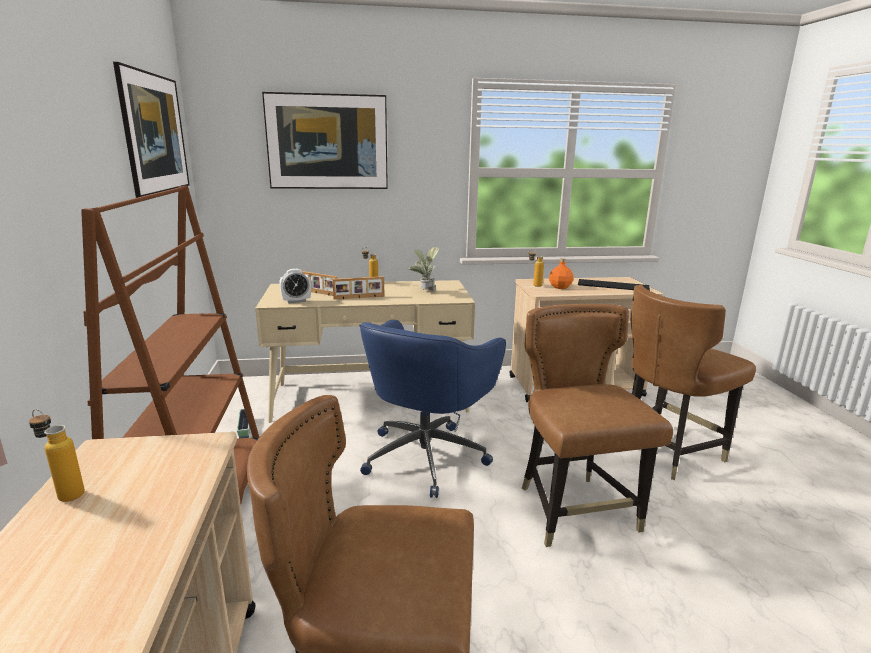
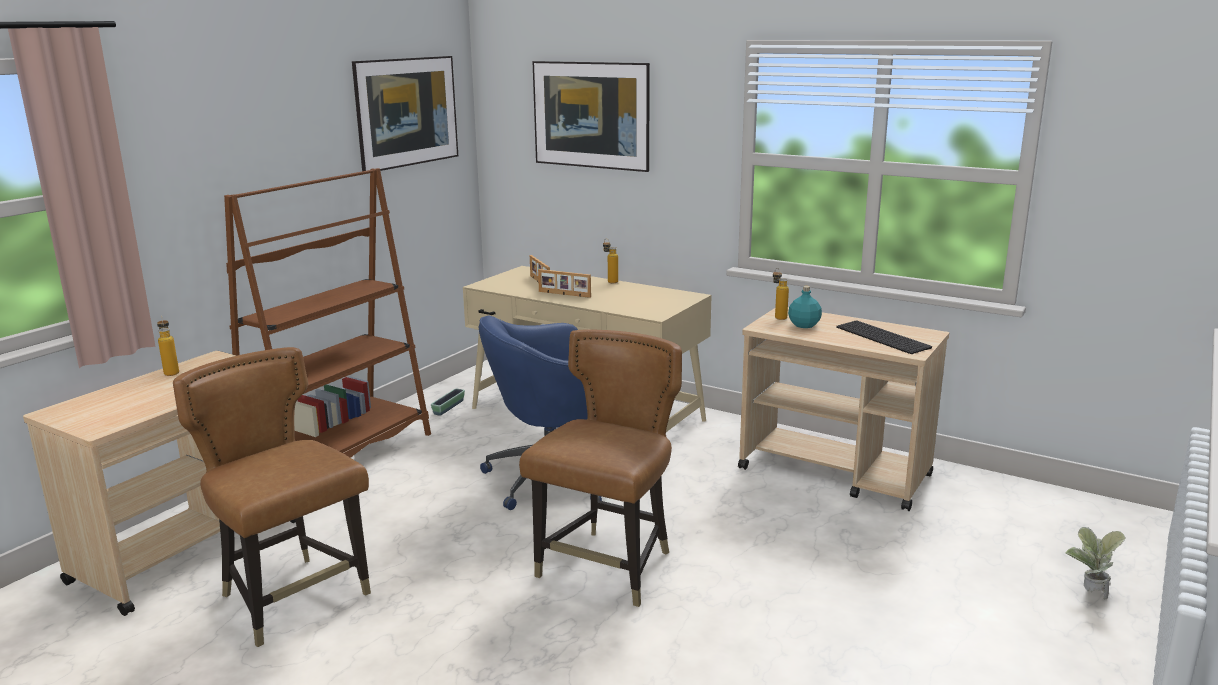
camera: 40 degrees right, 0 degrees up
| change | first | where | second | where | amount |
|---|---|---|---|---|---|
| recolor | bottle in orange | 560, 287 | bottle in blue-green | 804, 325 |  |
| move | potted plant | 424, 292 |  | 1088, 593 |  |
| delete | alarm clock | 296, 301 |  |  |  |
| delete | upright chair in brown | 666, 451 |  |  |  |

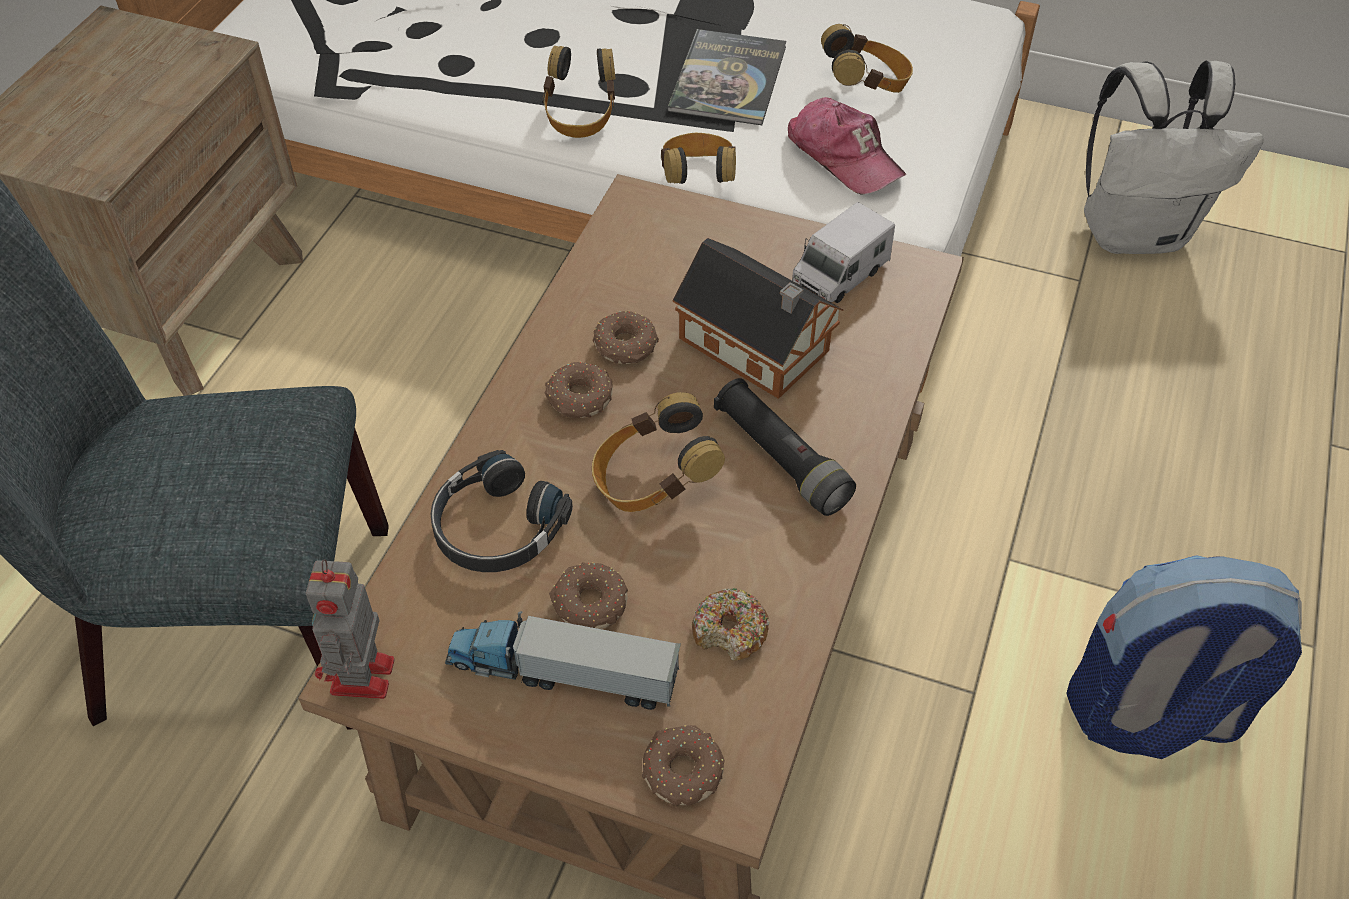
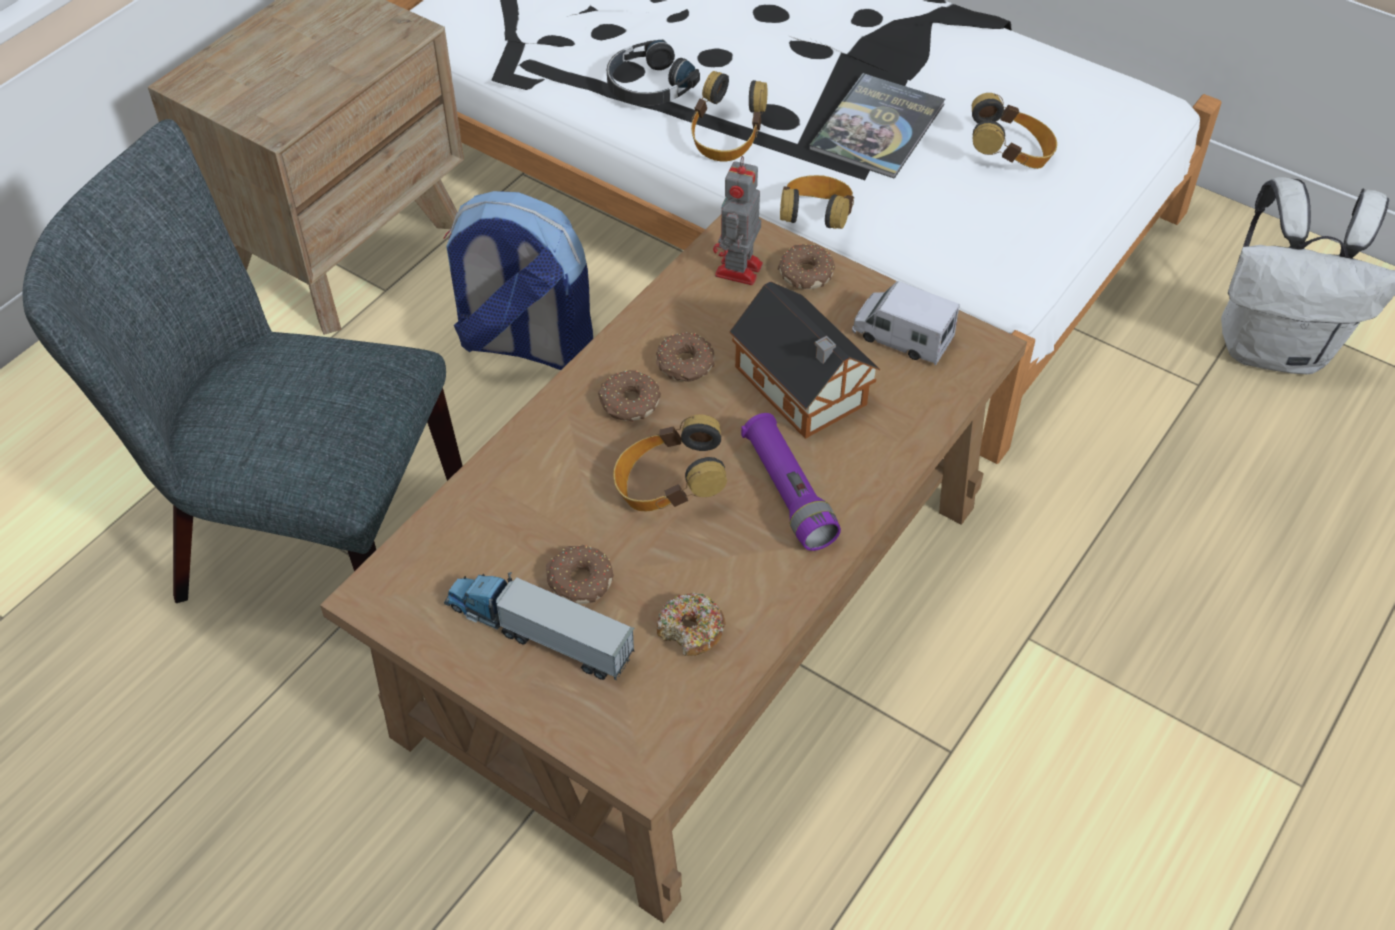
camera: 15 degrees right, 0 degrees up
| change | first | where | second | where | amount |
|---|---|---|---|---|---|
| move | rucksack | 1151, 713 |  | 524, 343 |  |
| move | headphones in black | 496, 527 |  | 648, 86 |  |
| move | robot figure | 361, 679 |  | 738, 271 |  |
| recolor | hand torch in black | 781, 459 | hand torch in purple-coloured | 788, 493 |  |
| move | ring doughnut | 682, 770 |  | 805, 273 |  |
| rotate | toy truck | 839, 275 |  | 902, 337 | 60 degrees clockwise |
| delete | cap | 843, 156 |  |  |  |

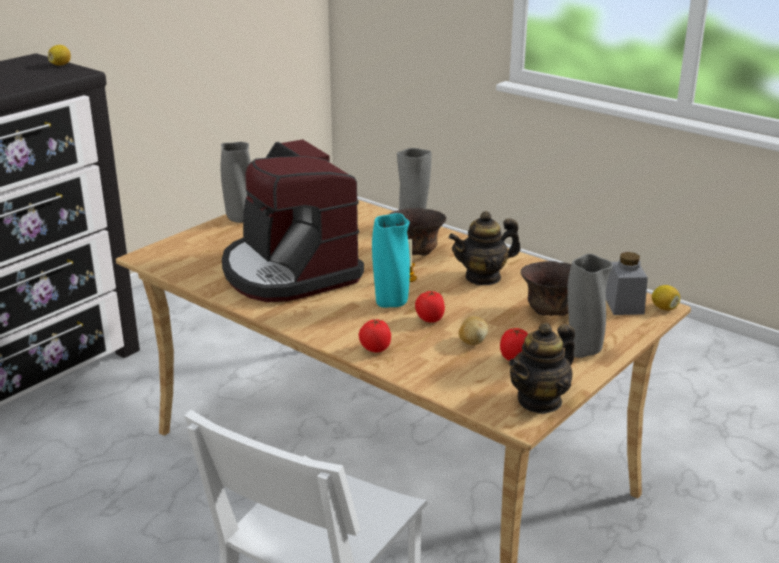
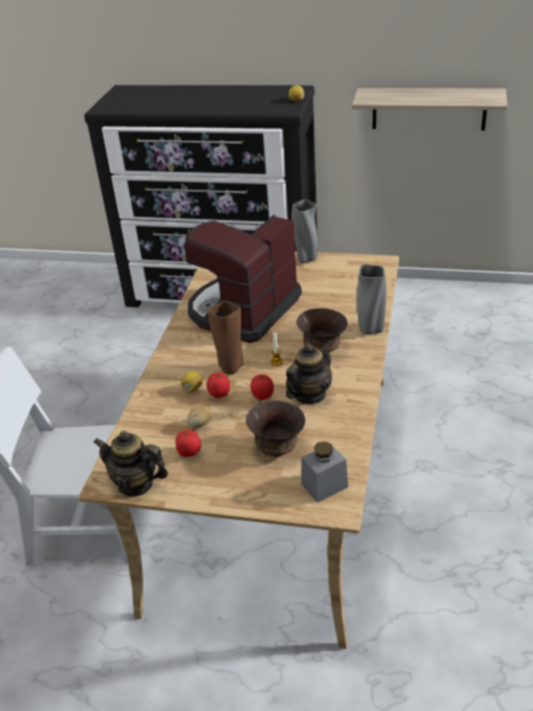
camera: 65 degrees right, 10 degrees up
| change | first | where | second | where | amount |
|---|---|---|---|---|---|
| move | lemon | 664, 308 |  | 192, 389 |  |
| recolor | decorative vase in blue-green | 391, 303 | decorative vase in brown | 230, 368 |  |
| move | tomato | 375, 349 |  | 262, 396 |  |
| rotate | pot for tea | 483, 277 |  | 309, 395 | 90 degrees clockwise |
| insert |  |  | wall shelf | 429, 108 |  |
| delete | decorative vase in gray | 582, 352 |  |  |  |

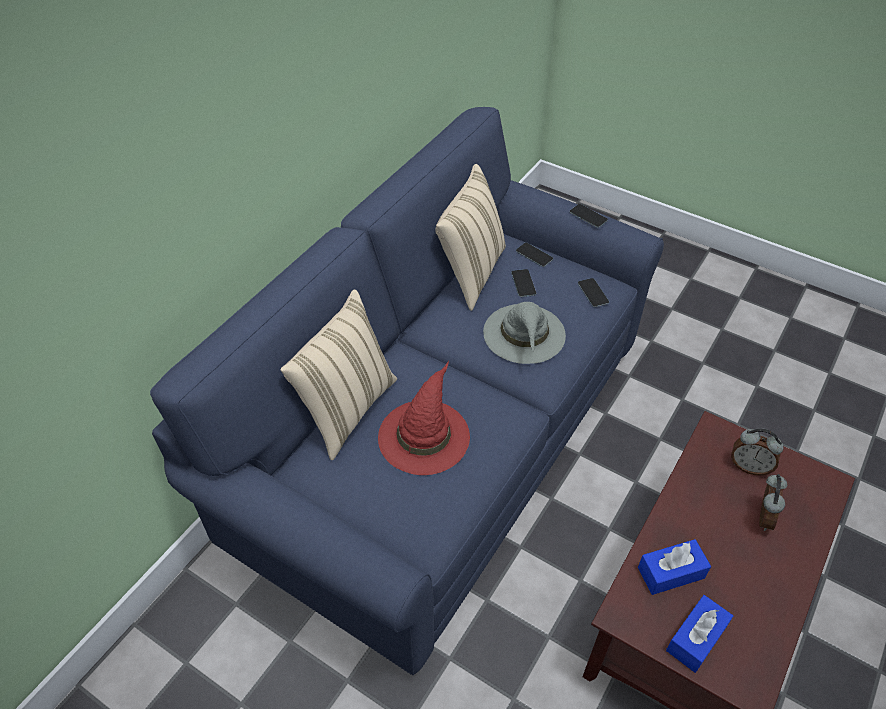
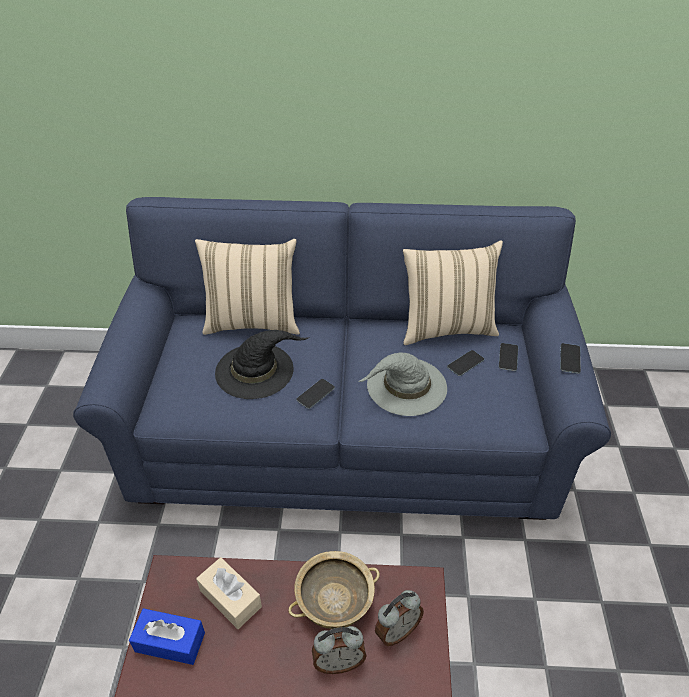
camera: 60 degrees right, 5 degrees down
| change | first | where | second | where | amount |
|---|---|---|---|---|---|
| recolor | tissue box in blue-coloured | 671, 572 | tissue box in beige | 230, 598 |  |
| recolor | hat in reddish | 424, 435 | hat in black | 255, 370 |  |
| insert |  |  | bowl in beige | 335, 601 |  |
| move | phone | 593, 293 |  | 315, 394 |  |
| rotate | alarm clock | 749, 466 |  | 396, 631 | 120 degrees counterclockwise |

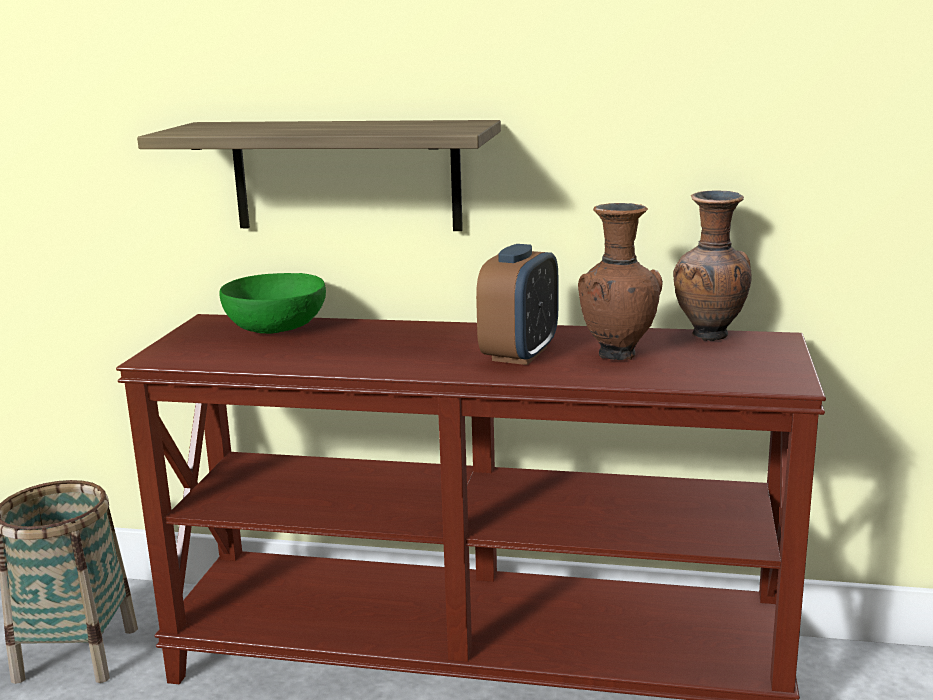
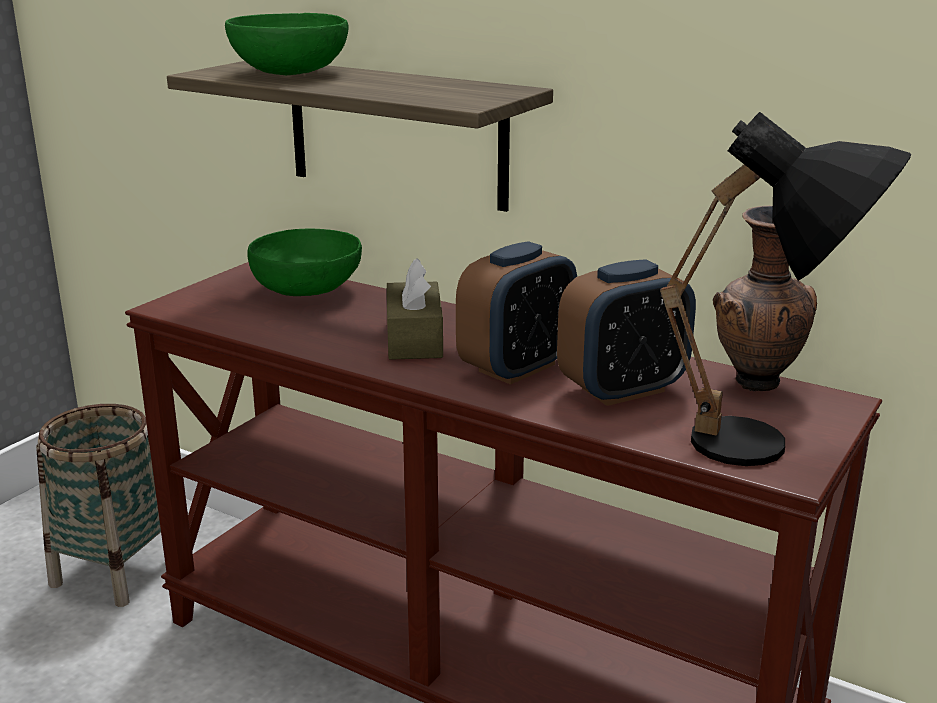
camera: 20 degrees right, 5 degrees up
| change | first | where | second | where | amount |
|---|---|---|---|---|---|
| insert |  |  | bowl in green | 289, 72 |  |
| insert |  |  | tissue box in brown | 414, 339 |  |
| replace | decorative vase in brown | 617, 355 | alarm clock | 623, 390 |  |
| insert |  |  | tabletop lamp in black | 771, 453 |  |

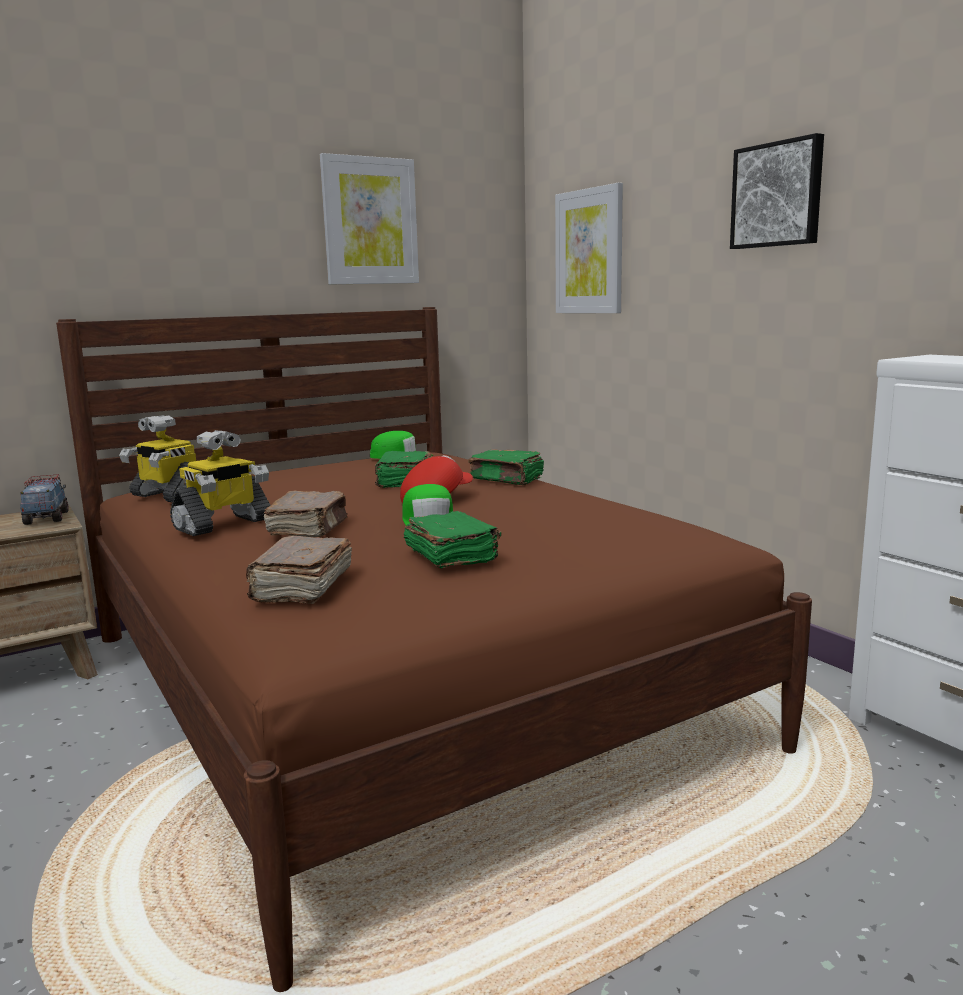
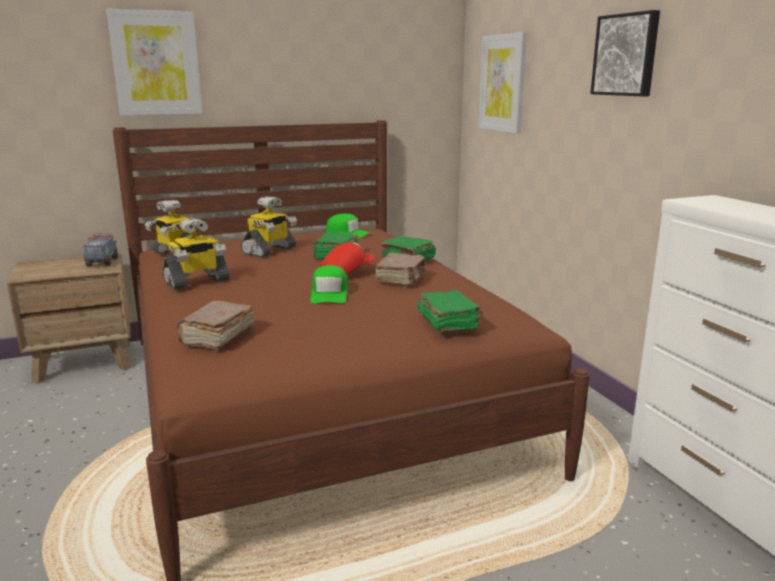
camera: 10 degrees right, 5 degrees up
| change | first | where | second | where | amount |
|---|---|---|---|---|---|
| move | wall picture | 370, 221 |  | 156, 63 |  |
| insert |  |  | robot figure | 269, 250 |  |
| move | book in brown | 309, 529 |  | 401, 279 |  |
| move | book in green | 451, 557 |  | 448, 322 |  |

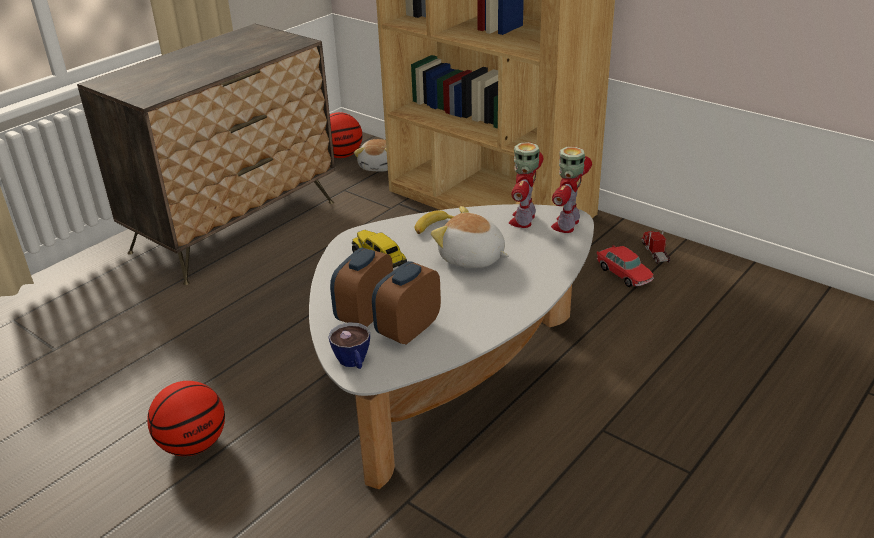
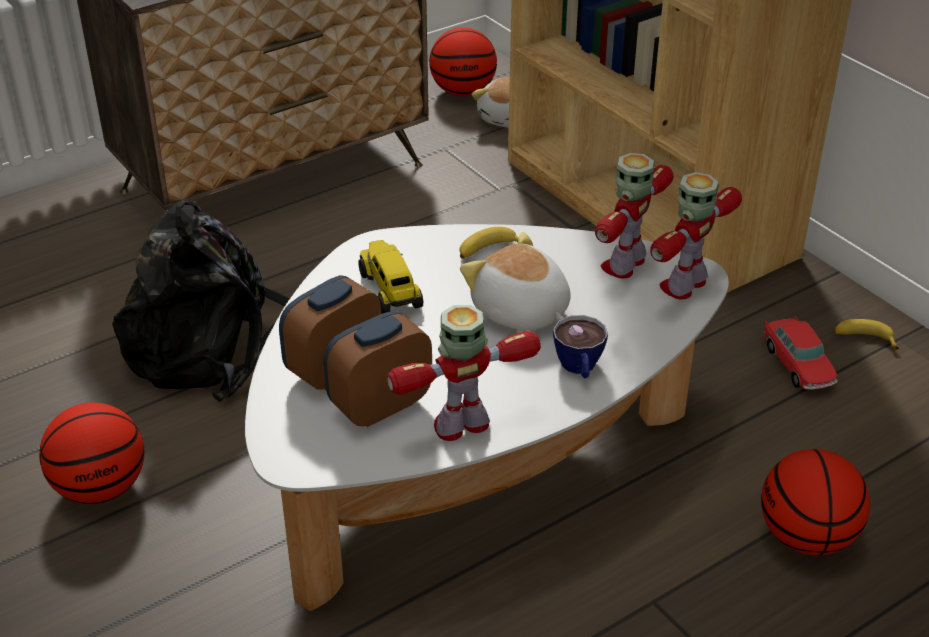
camera: 15 degrees right, 5 degrees up
| change | first | where | second | where | amount |
|---|---|---|---|---|---|
| insert |  |  | rucksack in black | 210, 345 |  |
| insert |  |  | robot figure | 462, 425 |  |
| move | drinking cup | 353, 363 |  | 579, 369 |  |
| insert |  |  | ball for basketball | 807, 537 |  |
| replace | toy truck | 655, 252 | whole banana | 863, 339 |  |

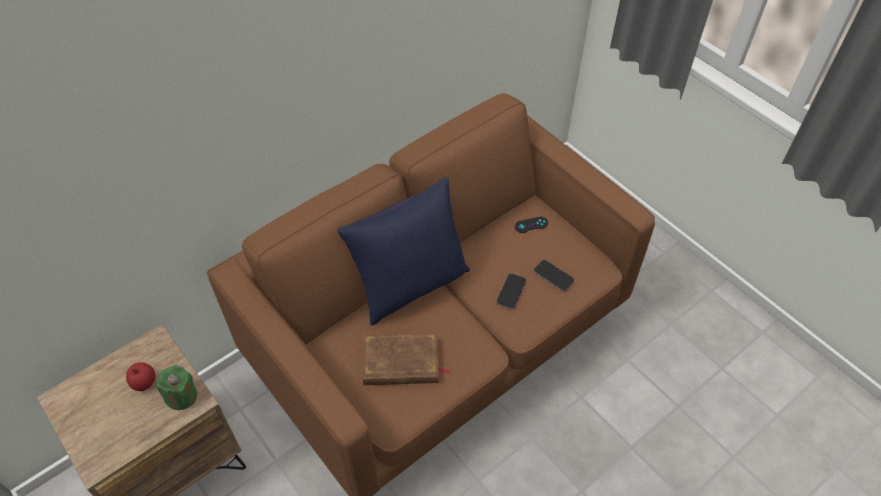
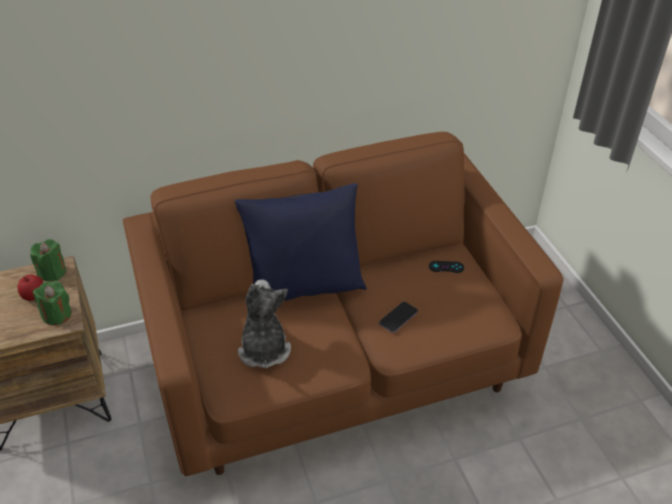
camera: 20 degrees right, 10 degrees down
| change | first | where | second | where | amount |
|---|---|---|---|---|---|
| insert |  |  | candle in green | 52, 272 |  |
| replace | book in brown | 401, 363 | cuddly toy | 264, 349 |  |
| delete | phone | 553, 276 |  |  |  |

